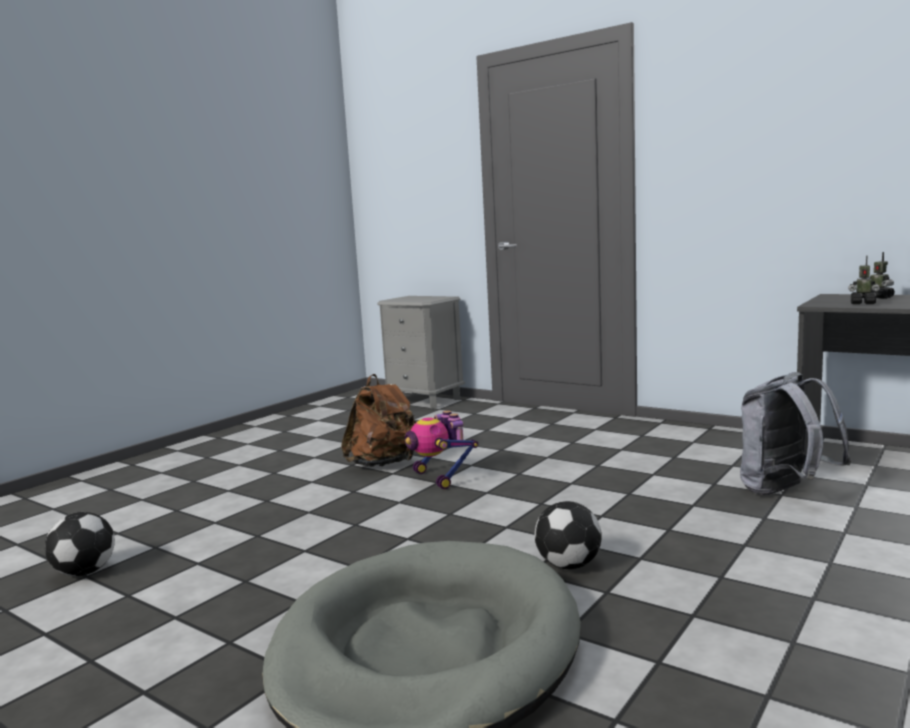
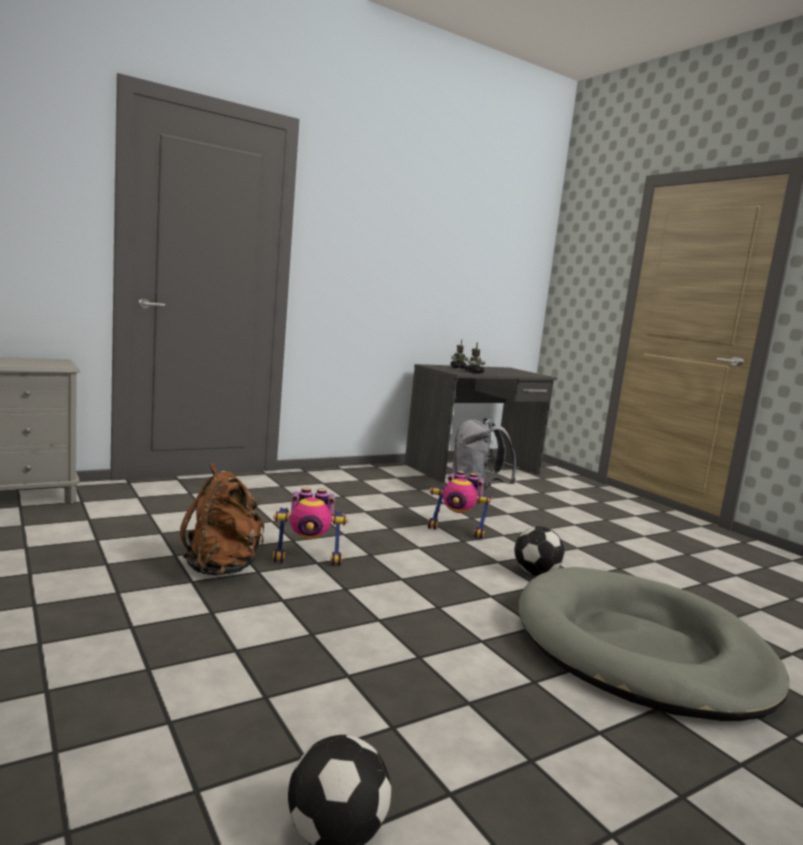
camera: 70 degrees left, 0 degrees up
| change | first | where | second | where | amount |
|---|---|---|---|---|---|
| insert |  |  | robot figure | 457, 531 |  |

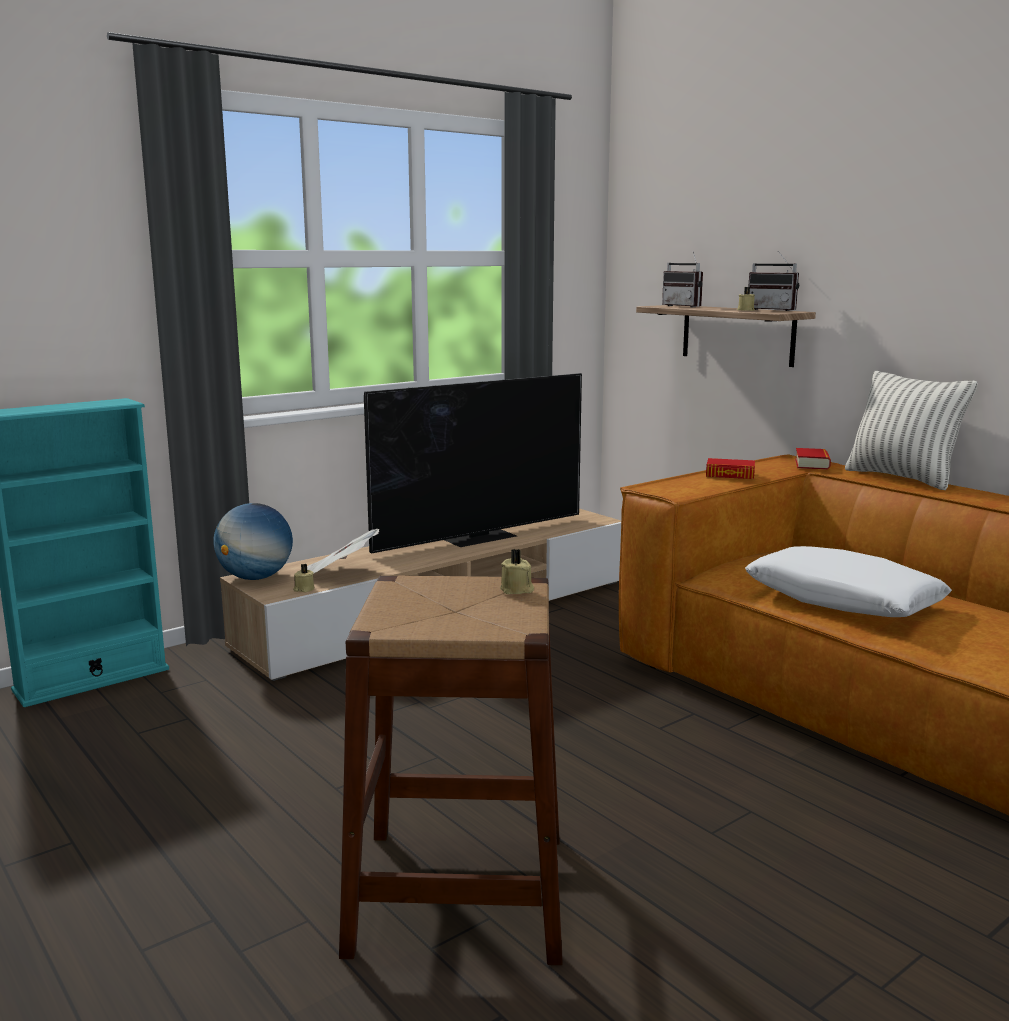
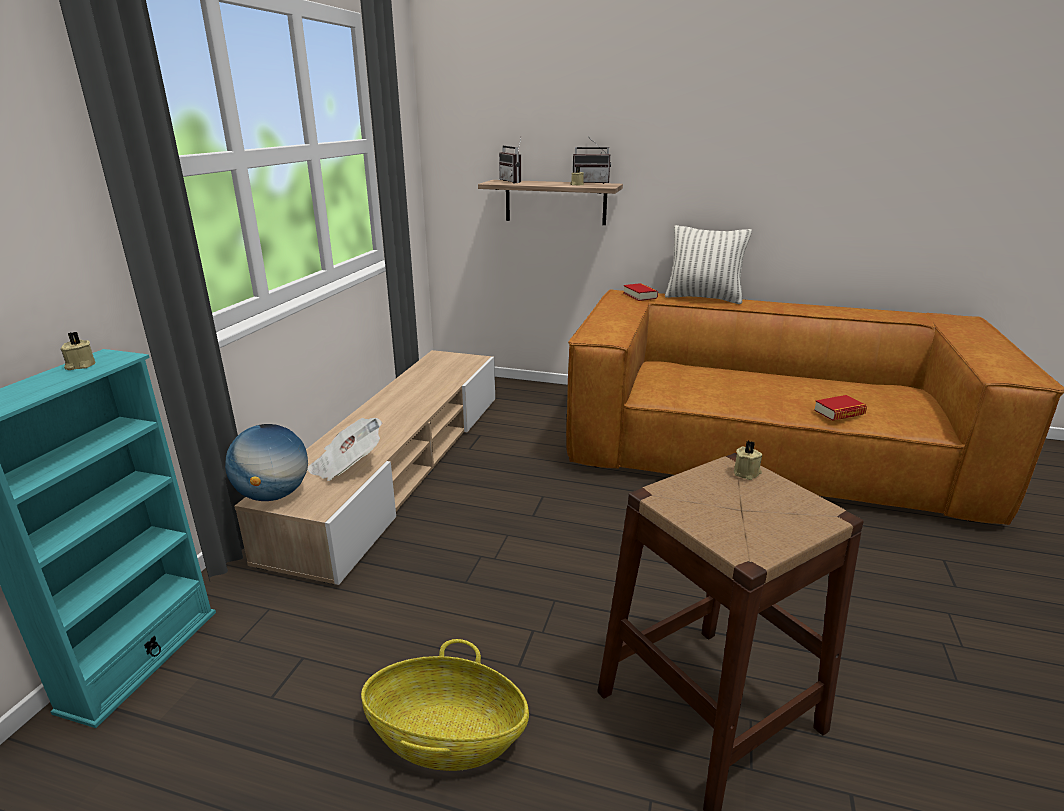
camera: 35 degrees left, 10 degrees up
| change | first | where | second | where | amount |
|---|---|---|---|---|---|
| move | candle in beige | 304, 589 |  | 80, 365 |  |
| insert |  |  | storage basket | 447, 736 |  |
| rotate | radio receiver | 685, 306 |  | 514, 181 | 45 degrees clockwise |
| move | book | 730, 474 |  | 839, 412 |  |
| delete | TV | 480, 536 |  |  |  |
| delete | throw pillow in white | 843, 600 |  |  |  |

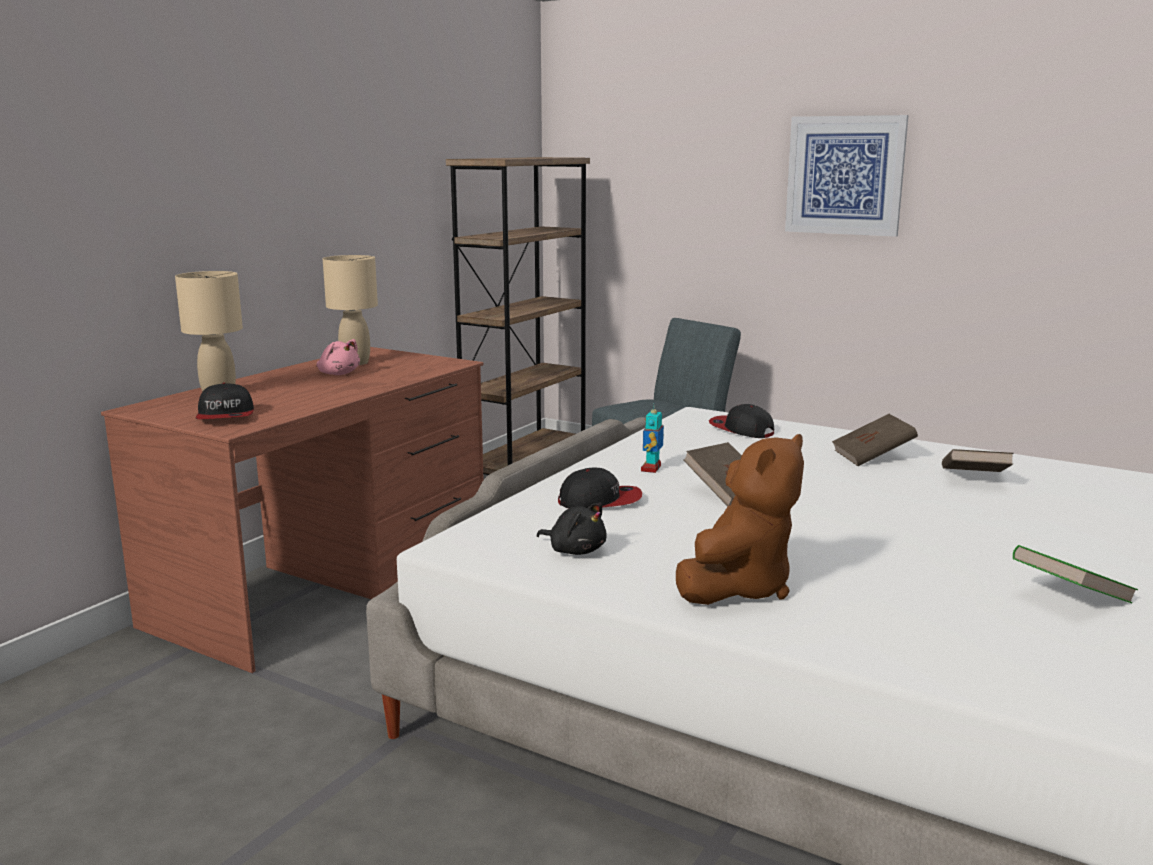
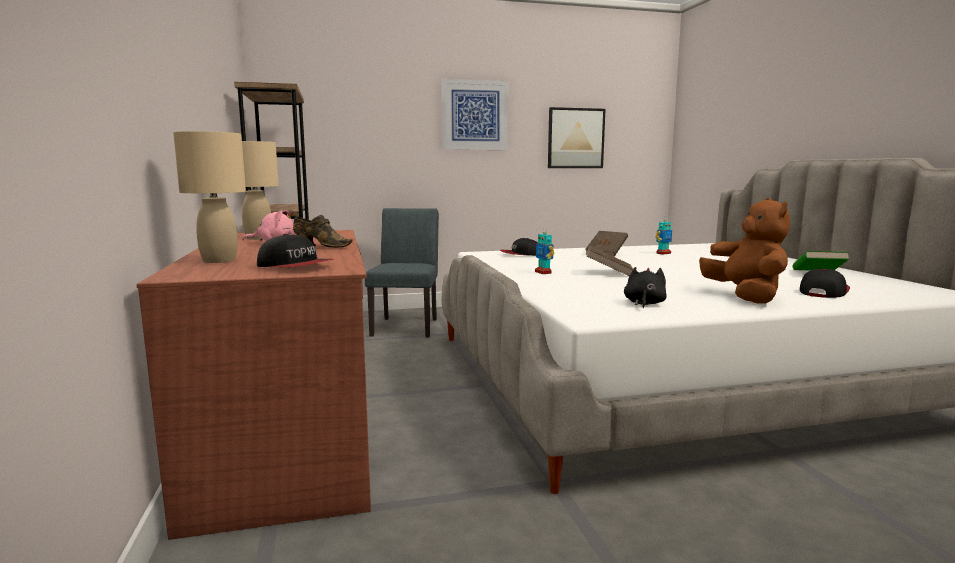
camera: 45 degrees left, 5 degrees down
| change | first | where | second | where | amount |
|---|---|---|---|---|---|
| insert |  |  | item of footwear in brown | 321, 246 |  |
| insert |  |  | wall picture | 575, 138 |  |
| rotate | cuddly toy in black | 575, 550 |  | 644, 304 | 60 degrees counterclockwise |
| replace | book in brown | 973, 479 | robot figure | 663, 253 |  |
| move | cap | 600, 501 |  | 823, 291 |  |

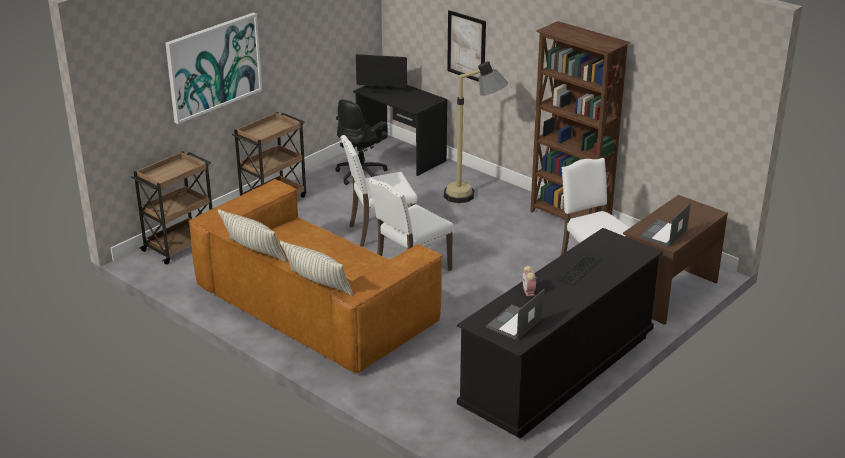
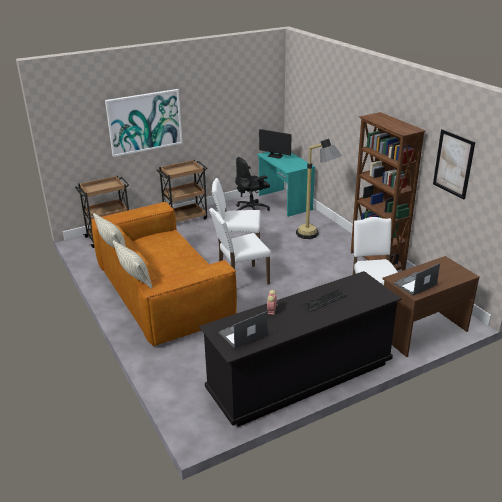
camera: 20 degrees right, 0 degrees up
| change | first | where | second | where | amount |
|---|---|---|---|---|---|
| recolor | desk in black | 400, 156 | desk in blue-green | 284, 202 |  |
| move | wall picture | 466, 46 |  | 453, 164 |  |

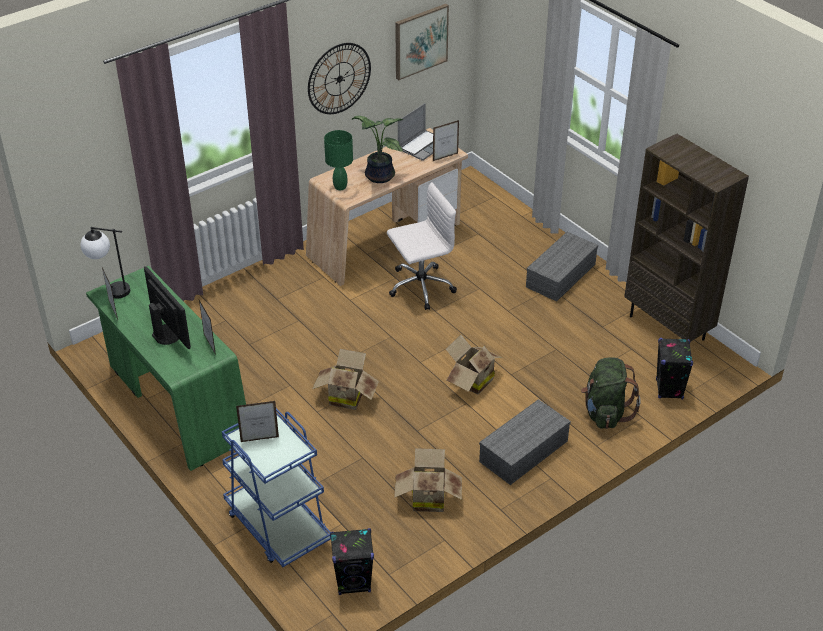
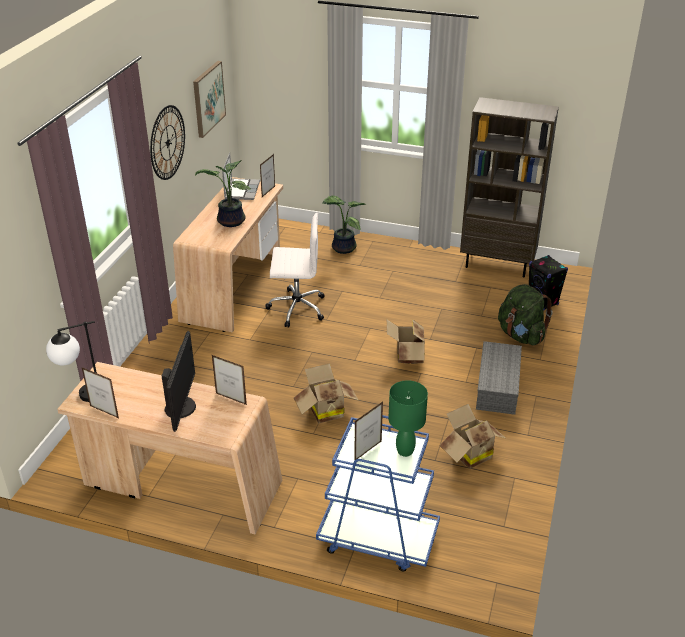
camera: 35 degrees left, 5 degrees down
| change | first | where | second | where | amount |
|---|---|---|---|---|---|
| recolor | desk in green | 175, 403 | desk in beige | 180, 486 |  |
| rotate | monitor | 168, 334 |  | 181, 407 | 75 degrees clockwise |
| rotate | desk chair in white | 420, 287 |  | 296, 308 | 60 degrees clockwise |
| insert |  |  | potted plant | 342, 248 |  |
| move | tabletop lamp in green | 340, 187 |  | 405, 451 |  |
| delete | speaker in black | 354, 582 |  |  |  |
| delete | storage box in gray | 560, 274 |  |  |  |

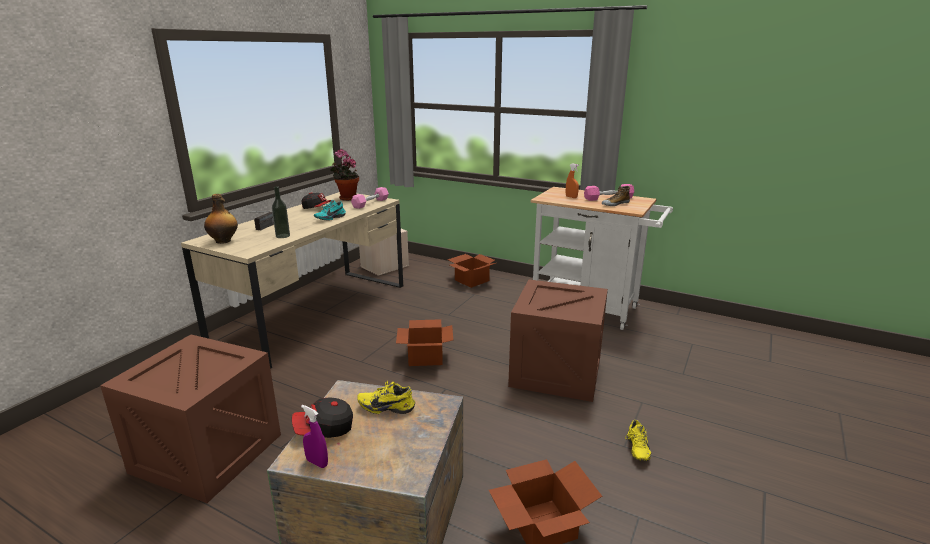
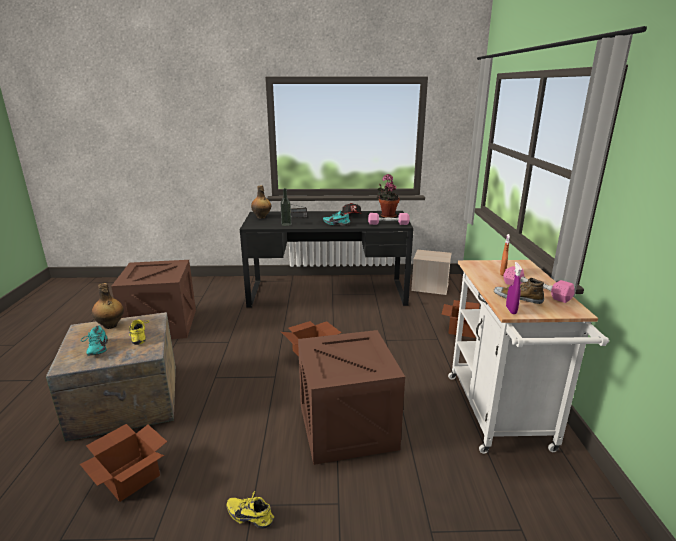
camera: 60 degrees right, 0 degrees up
| change | first | where | second | where | amount |
|---|---|---|---|---|---|
| insert |  |  | item of footwear in blue-green | 96, 349 |  |
| replace | cap | 324, 429 | bottle | 110, 326 |  |
| rotate | item of footwear in yellow-coloured | 635, 449 |  | 251, 515 | 45 degrees clockwise |
| recolor | desk in beige | 315, 313 | desk in black | 327, 293 |  |
| move | hand sprayer in purple-coloured | 317, 463 |  | 511, 310 |  |

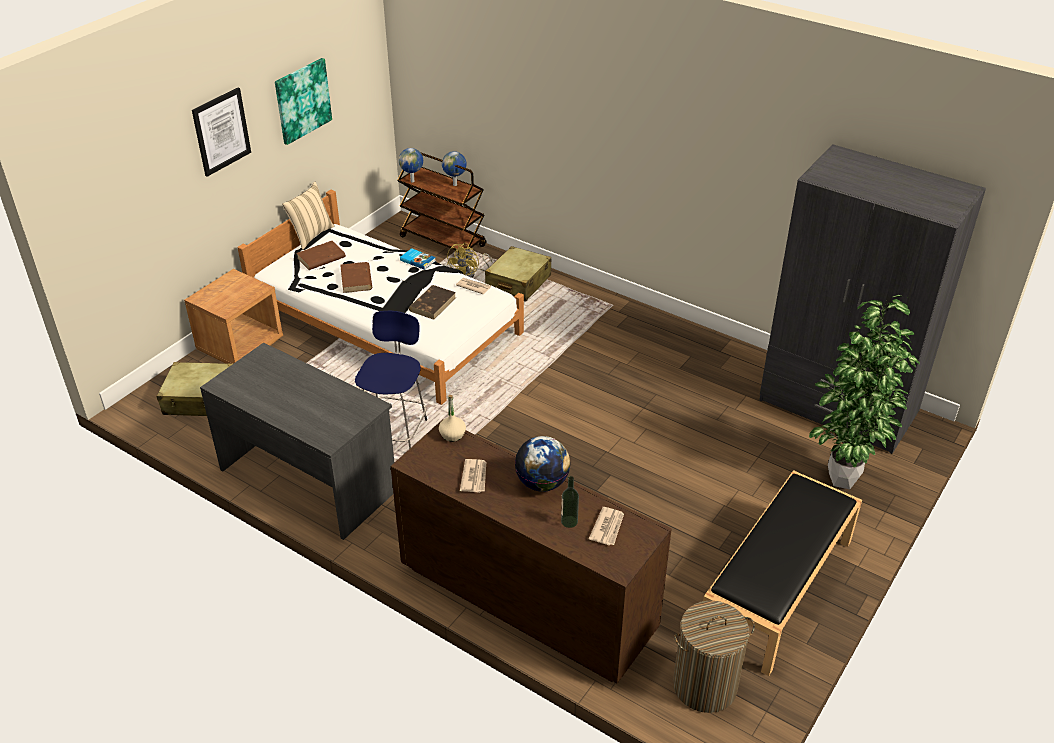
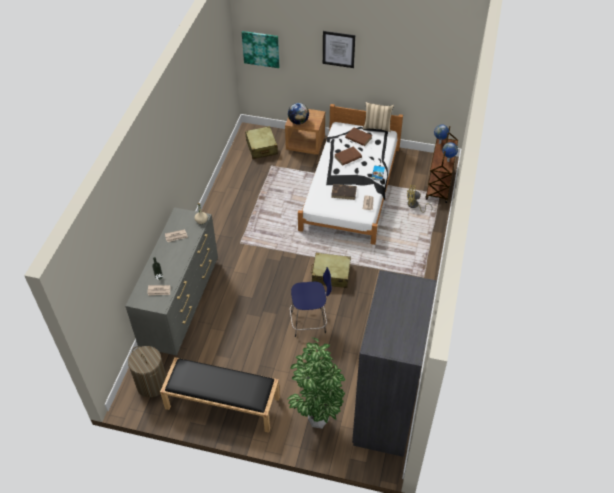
camera: 70 degrees right, 10 degrees up
| change | first | where | second | where | amount |
|---|---|---|---|---|---|
| recolor | dresser in brown | 526, 599 | dresser in gray | 181, 303 |  |
| move | wall picture | 302, 100 |  | 261, 49 |  |
| move | desk globe | 542, 483 |  | 298, 122 |  |
| move | stool seat in blue-coloured | 395, 431 |  | 310, 322 |  |
| move | piece of luggage in beige | 518, 283 |  | 330, 275 |  |
| delete | desk in gray | 309, 478 |  |  |  |

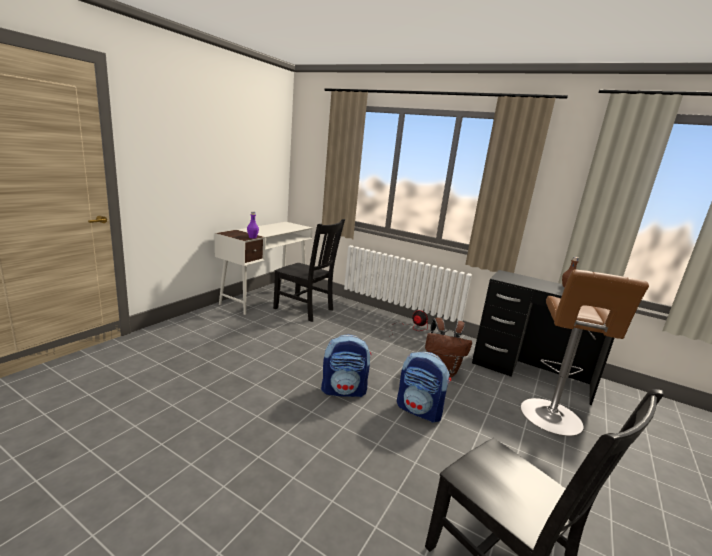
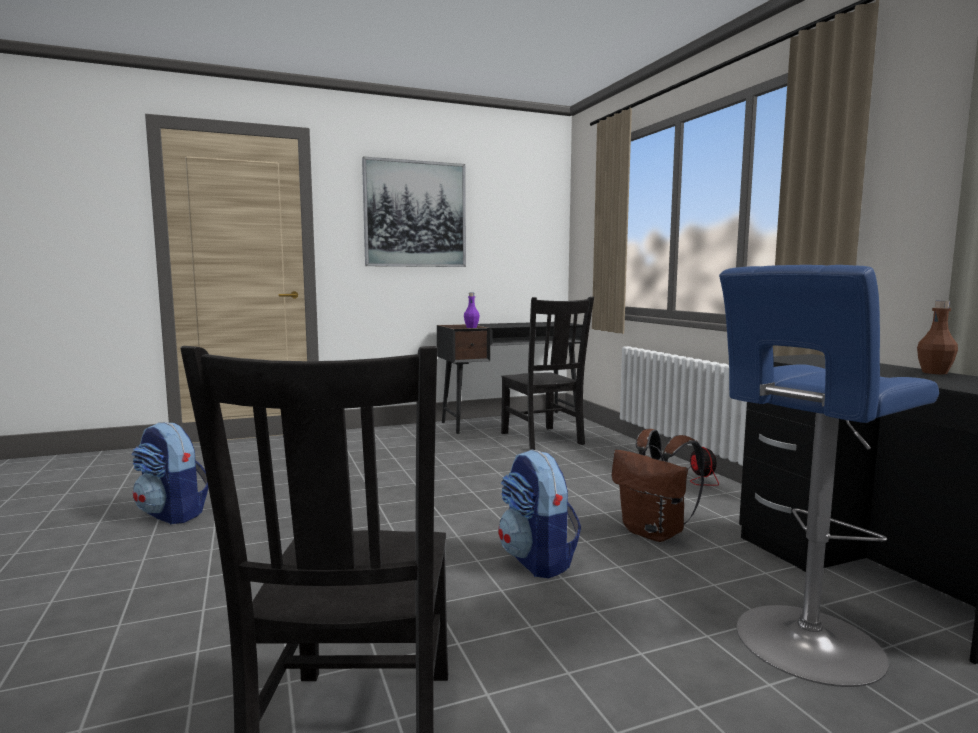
camera: 40 degrees right, 10 degrees down
| change | first | where | second | where | amount |
|---|---|---|---|---|---|
| move | rucksack | 344, 390 |  | 173, 514 |  |
| insert |  |  | wall picture | 415, 214 |  |
| recolor | desk in white | 266, 296 | desk in black | 511, 422 |  |
| recolor | stool seat in brown | 552, 419 | stool seat in blue-coloured | 803, 646 |  |

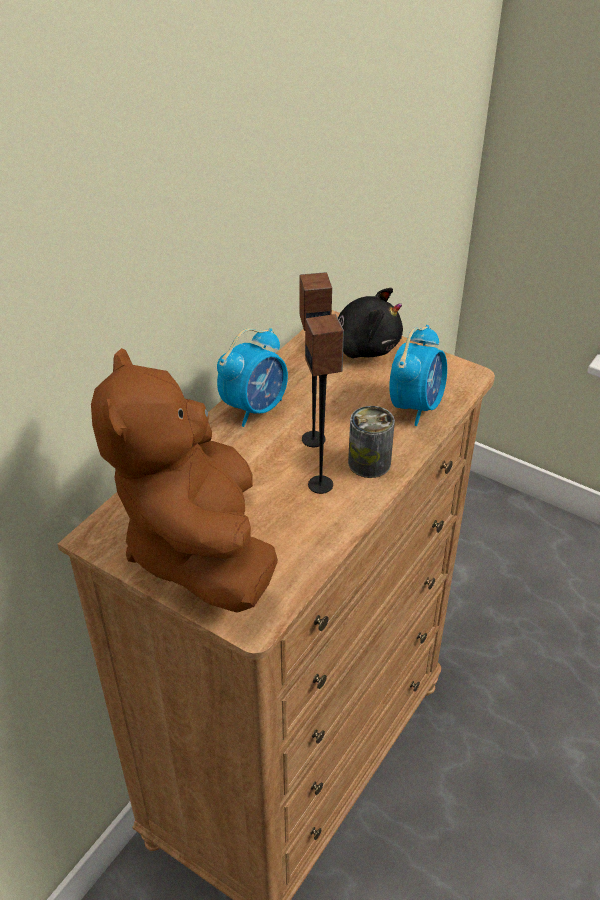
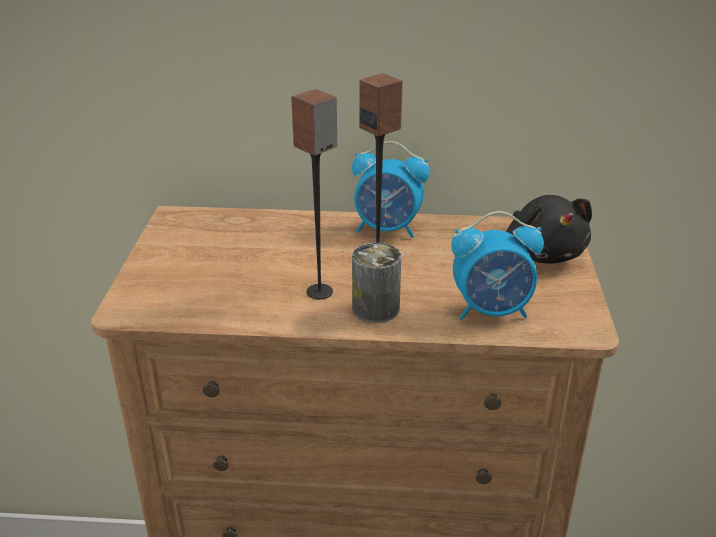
camera: 60 degrees right, 10 degrees down
| change | first | where | second | where | amount |
|---|---|---|---|---|---|
| delete | cuddly toy in brown | 198, 547 |  |  |  |

